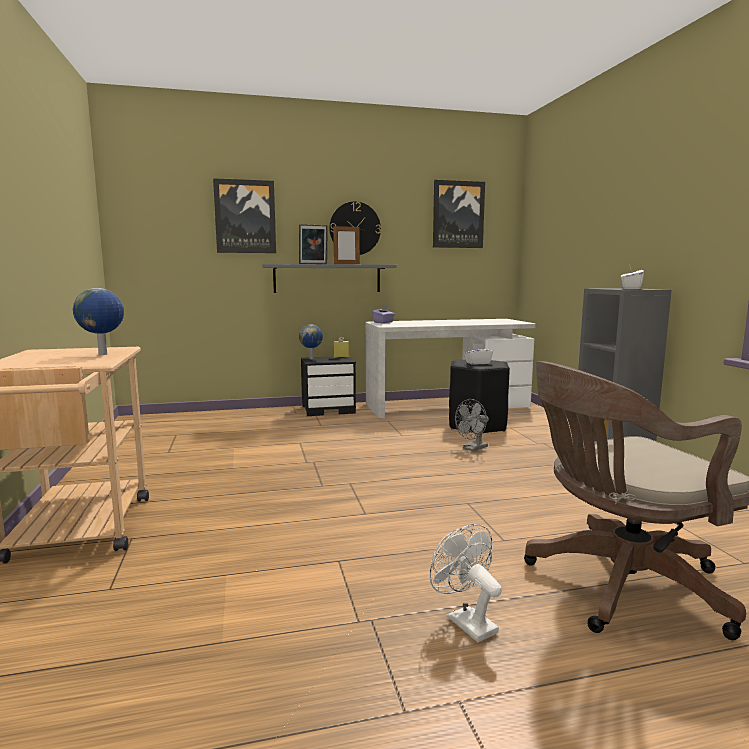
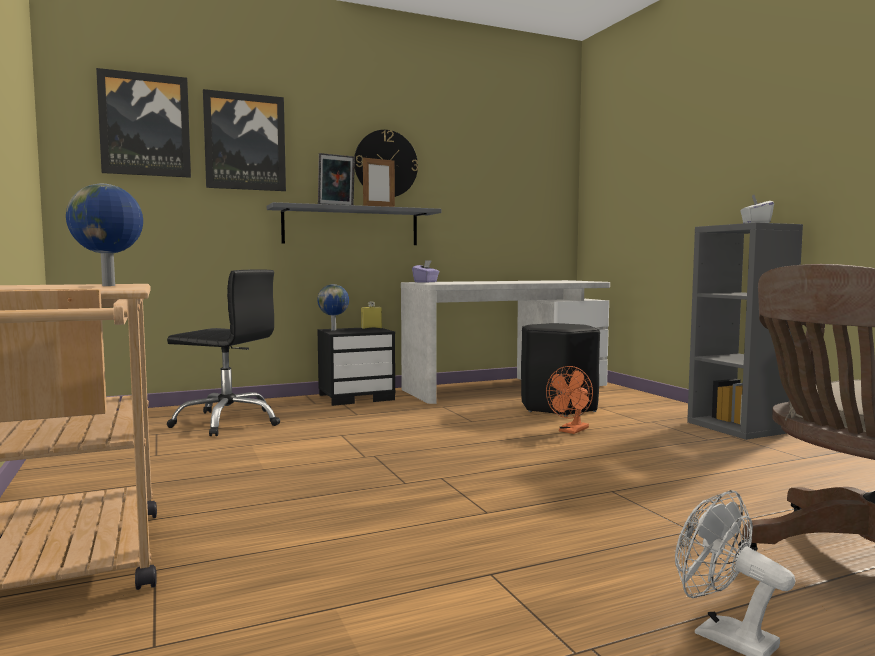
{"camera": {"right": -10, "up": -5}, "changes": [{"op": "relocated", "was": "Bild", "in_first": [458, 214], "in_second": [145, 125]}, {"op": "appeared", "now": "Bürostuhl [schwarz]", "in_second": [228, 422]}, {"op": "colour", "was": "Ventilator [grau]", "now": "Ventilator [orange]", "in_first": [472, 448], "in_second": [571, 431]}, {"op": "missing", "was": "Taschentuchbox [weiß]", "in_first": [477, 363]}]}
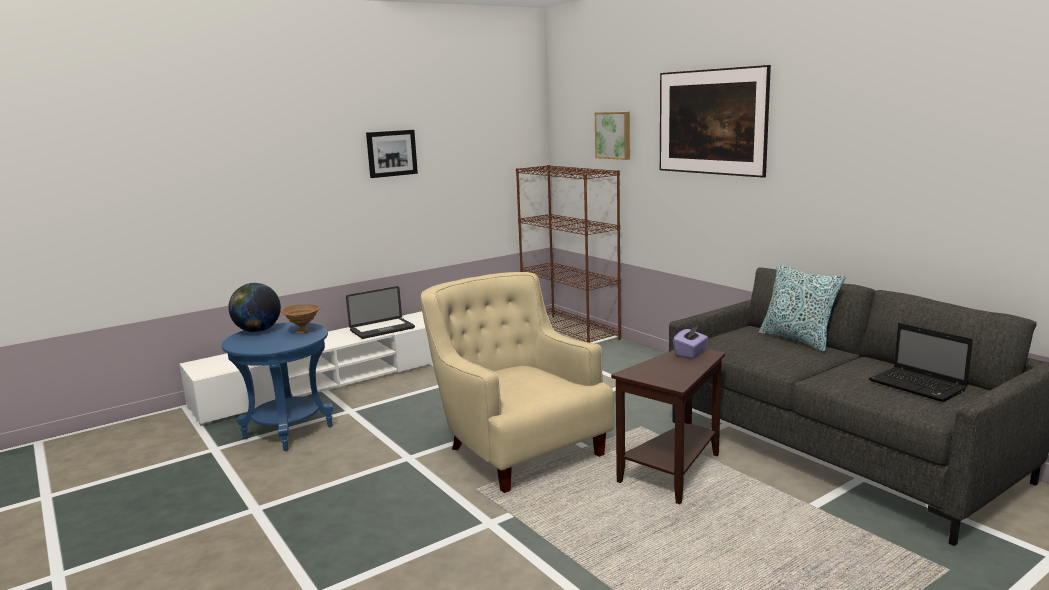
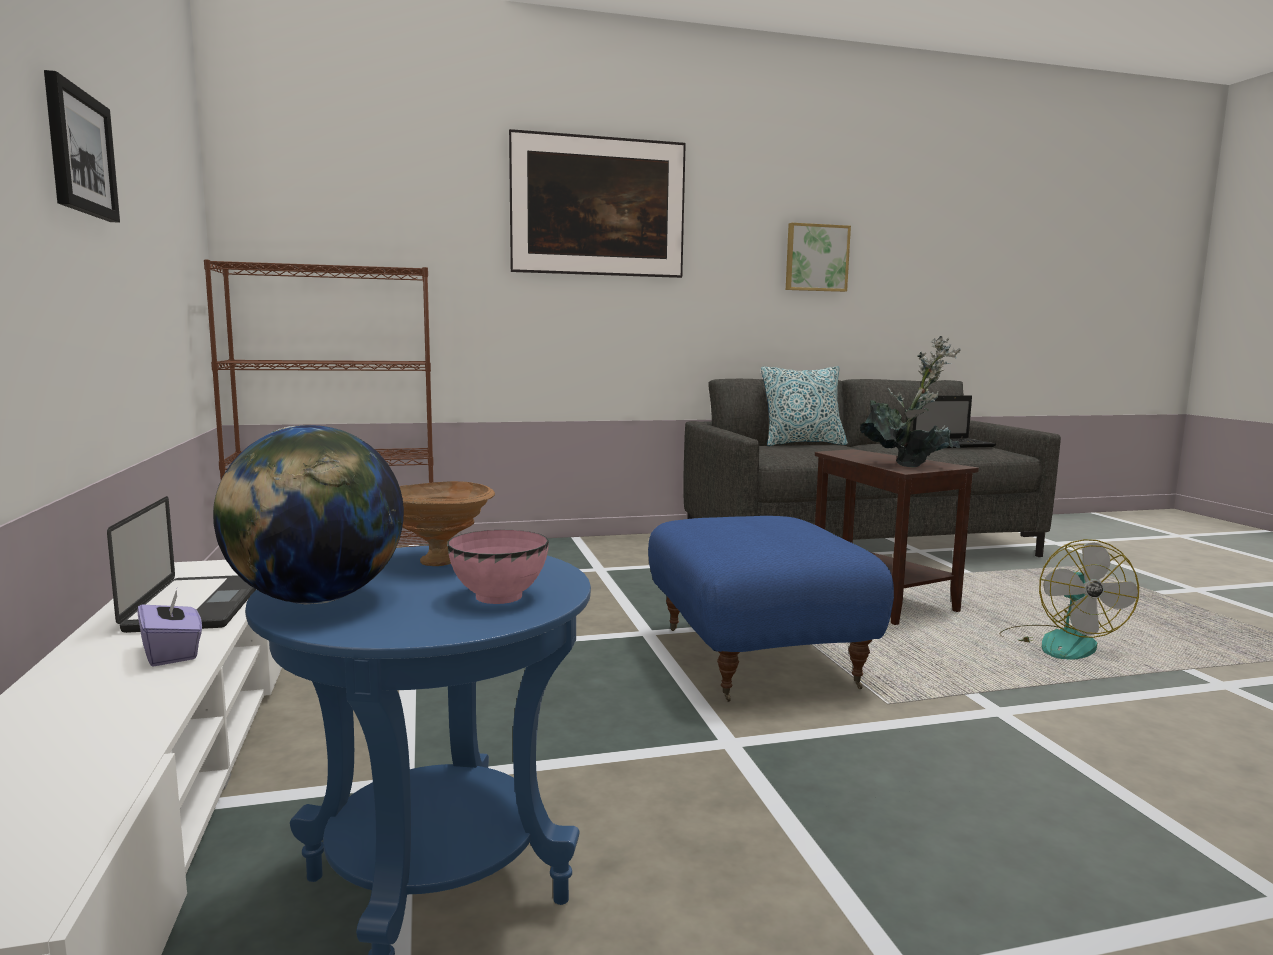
{"camera": {"right": -70, "up": -5}, "changes": [{"op": "relocated", "was": "Taschentuchbox [lila]", "in_first": [690, 353], "in_second": [172, 653]}, {"op": "appeared", "now": "Schüssel [rosa]", "in_second": [500, 596]}, {"op": "exchanged", "was": "Sessel [beige]", "now": "Polsterhocker [blau]", "in_first": [516, 447], "in_second": [753, 657]}, {"op": "relocated", "was": "Bild", "in_first": [614, 135], "in_second": [816, 258]}, {"op": "appeared", "now": "Topfpflanze", "in_second": [910, 465]}, {"op": "appeared", "now": "Ventilator", "in_second": [1059, 643]}]}
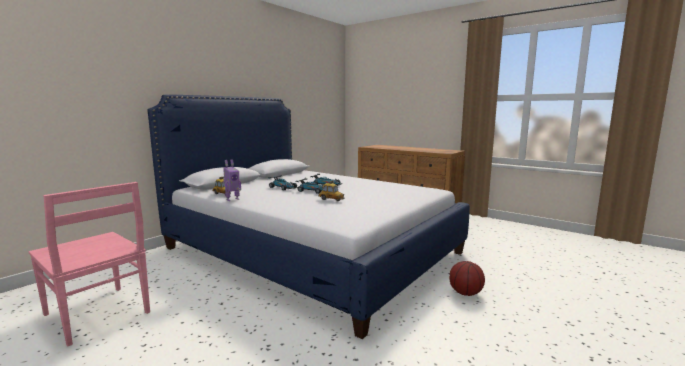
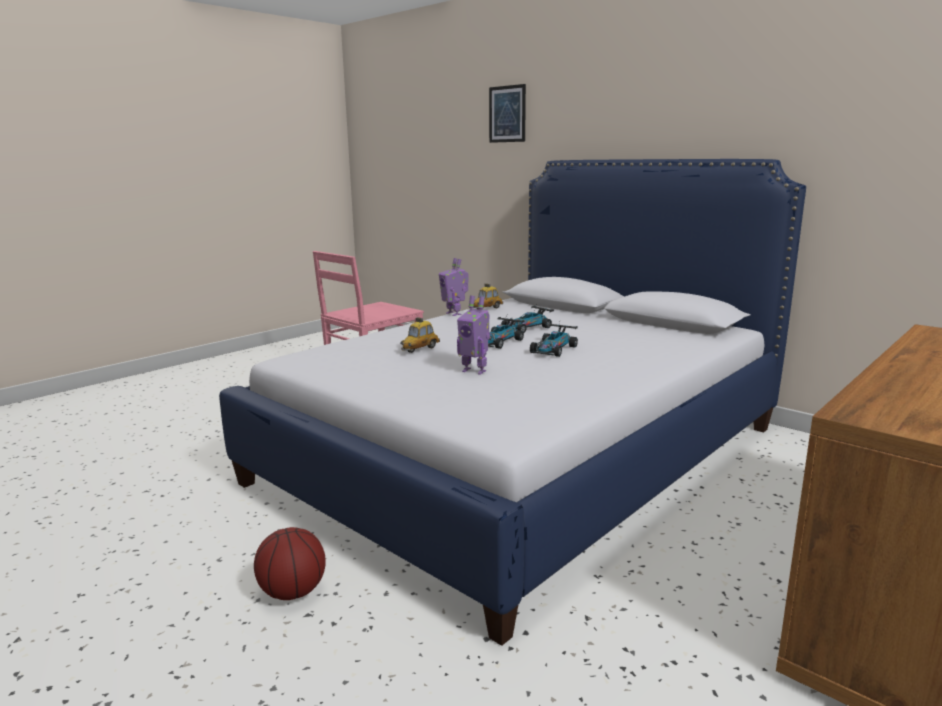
{"camera": {"right": 95, "up": 5}, "changes": [{"op": "appeared", "now": "Spielzeugroboter", "in_second": [475, 370]}, {"op": "appeared", "now": "Bild", "in_second": [507, 114]}]}
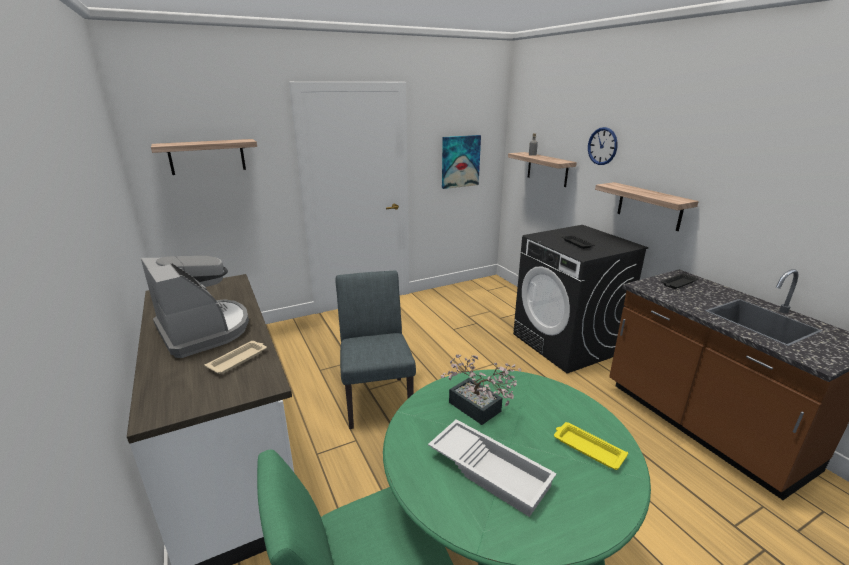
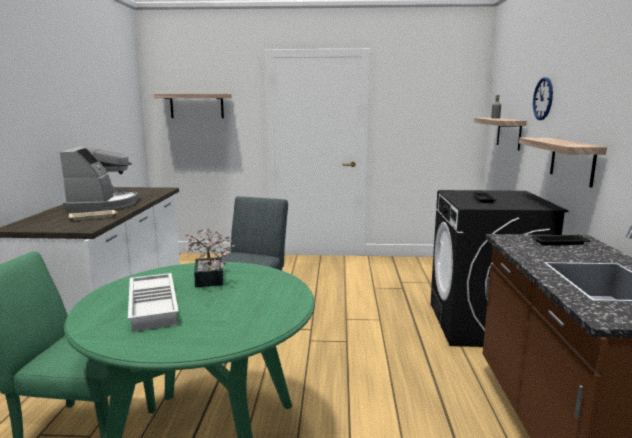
{"camera": {"right": 30, "up": -10}, "changes": [{"op": "missing", "was": "Bild", "in_first": [460, 161]}, {"op": "missing", "was": "Tablett [gelb]", "in_first": [587, 448]}]}
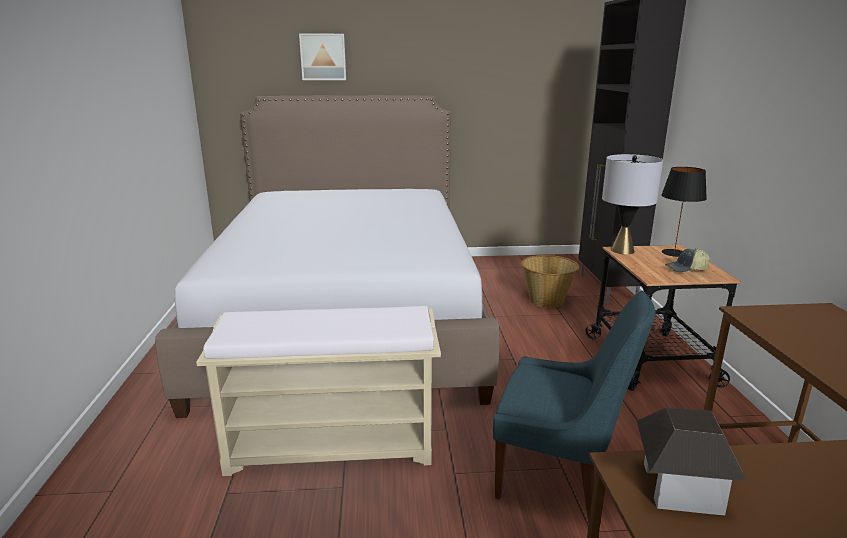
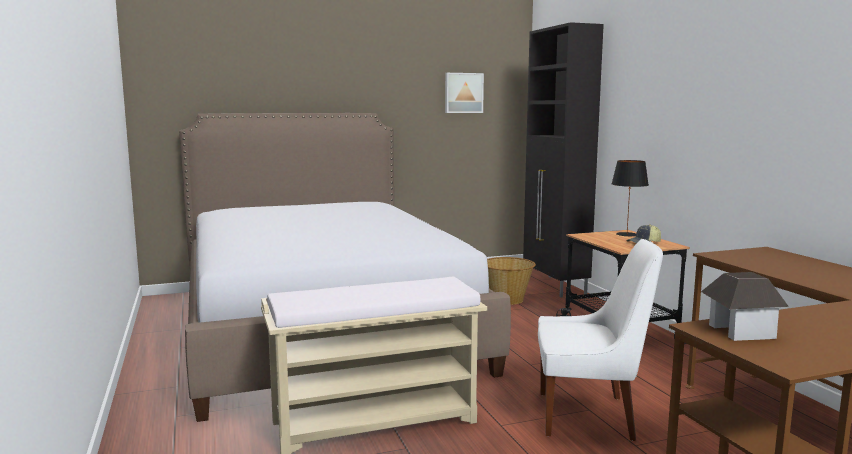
{"camera": {"right": -15, "up": -10}, "changes": [{"op": "relocated", "was": "Bild", "in_first": [323, 57], "in_second": [463, 93]}, {"op": "colour", "was": "Stuhl [blau]", "now": "Stuhl [weiß]", "in_first": [558, 477], "in_second": [589, 416]}, {"op": "missing", "was": "Tischlampe [grau]", "in_first": [622, 250]}]}
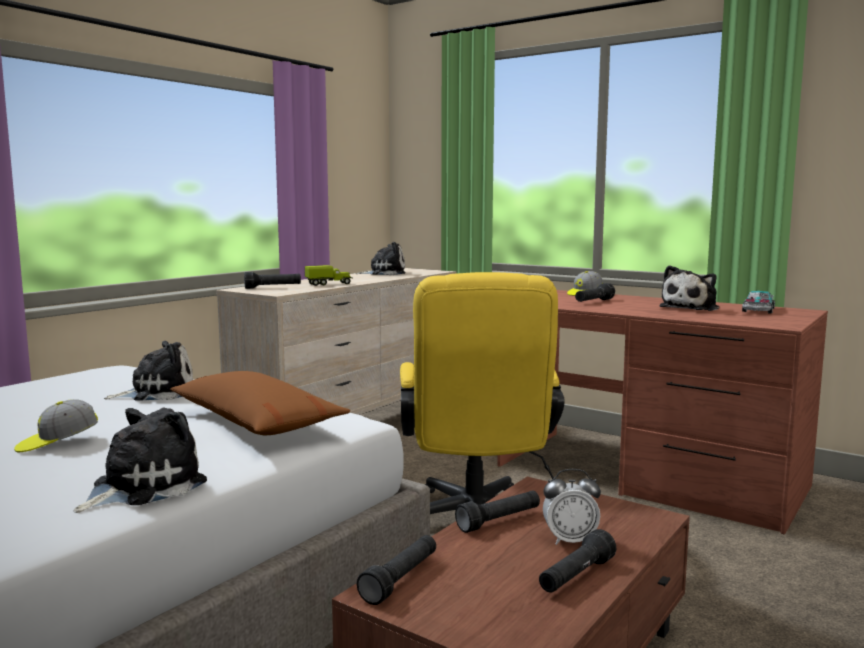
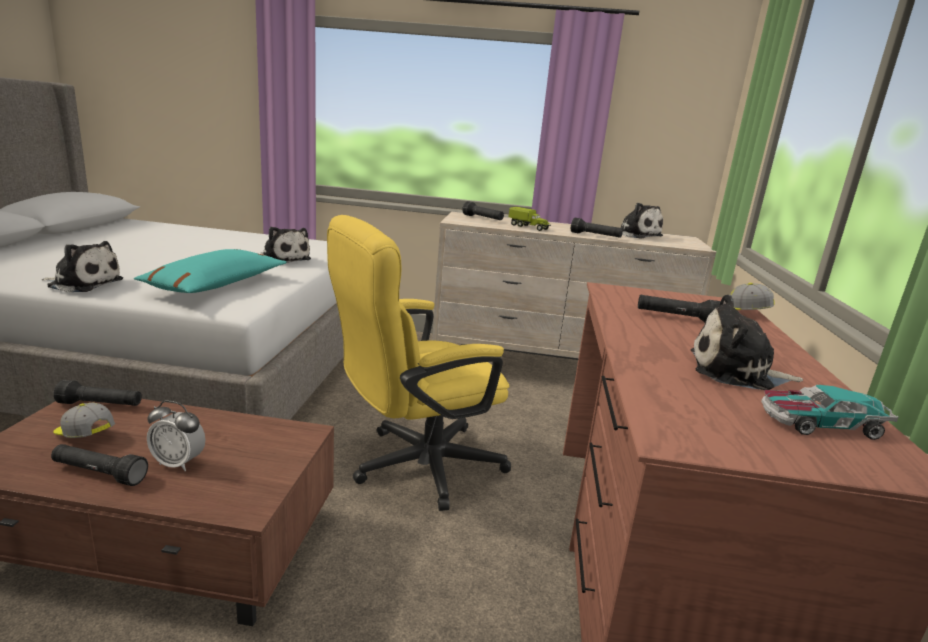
{"camera": {"right": 60, "up": 10}, "changes": [{"op": "relocated", "was": "Kappe", "in_first": [57, 443], "in_second": [84, 435]}, {"op": "colour", "was": "Kissen [braun]", "now": "Kissen [türkis]", "in_first": [255, 421], "in_second": [216, 285]}, {"op": "spun", "was": "Wecker", "in_first": [570, 540], "in_second": [178, 463], "clockwise": -45}, {"op": "relocated", "was": "Taschenlampe [schwarz]", "in_first": [499, 521], "in_second": [595, 236]}]}
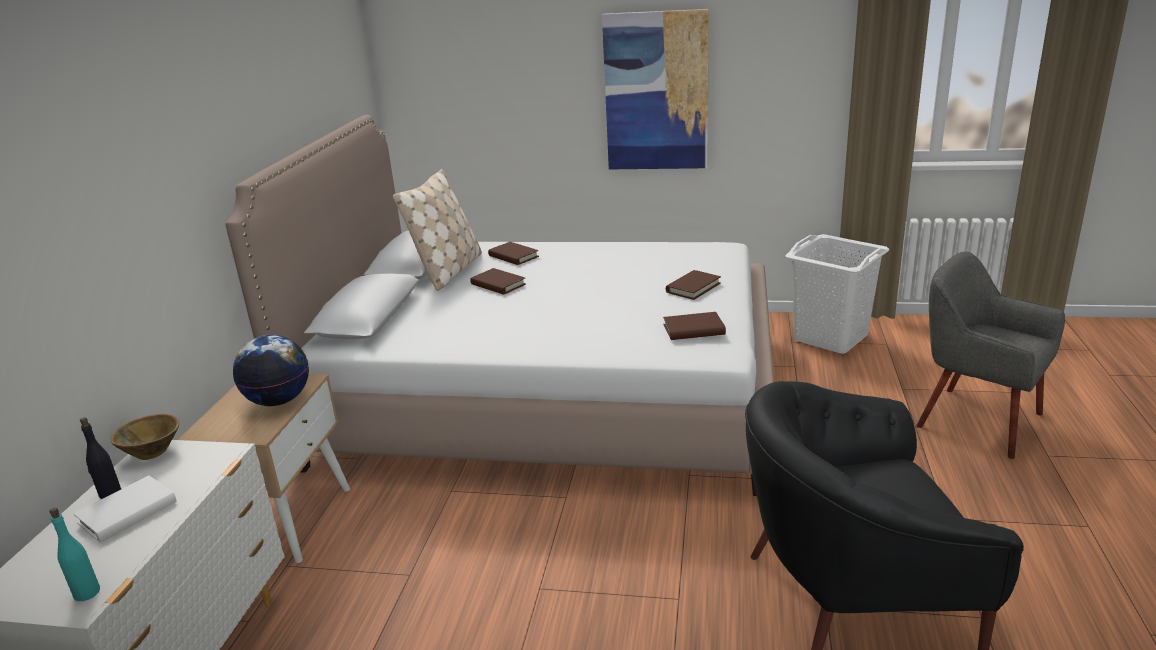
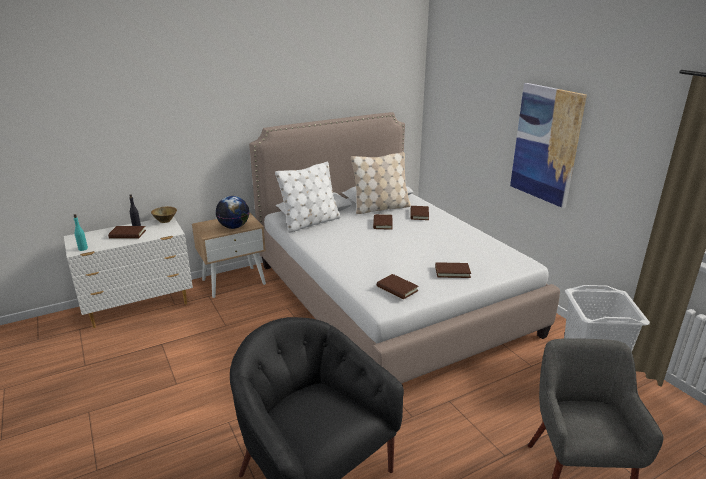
{"camera": {"right": 50, "up": 0}, "changes": [{"op": "colour", "was": "Buch [weiß]", "now": "Buch [braun]", "in_first": [128, 513], "in_second": [127, 234]}, {"op": "appeared", "now": "Kissen [weiß]", "in_second": [310, 223]}]}
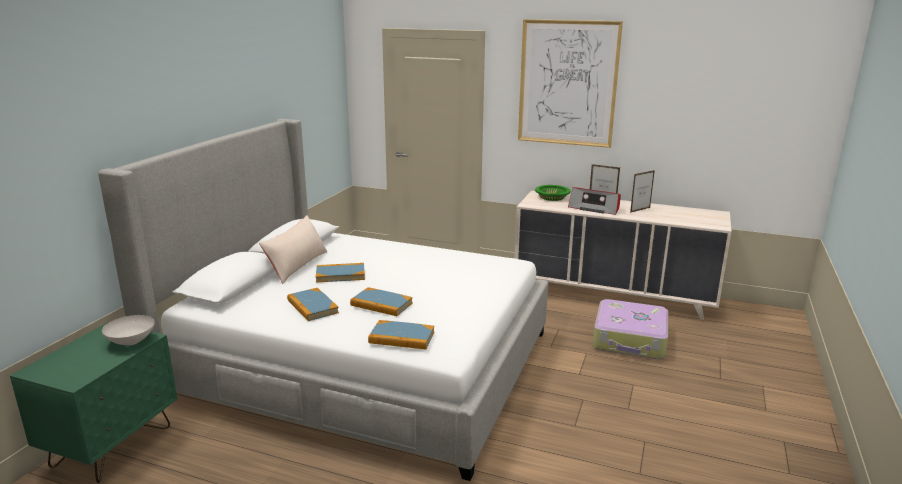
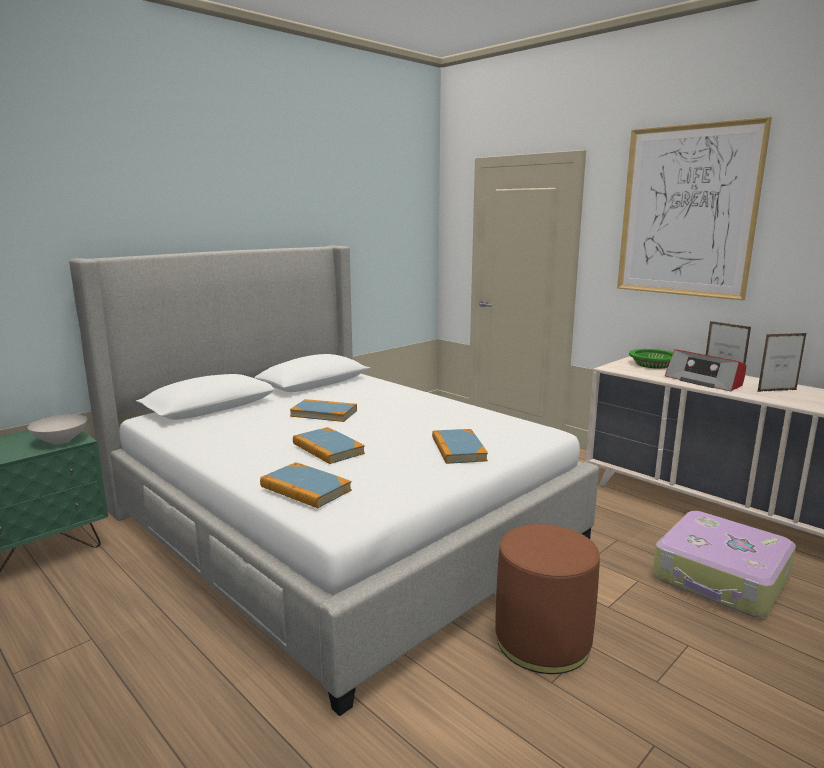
{"camera": {"right": 25, "up": -5}, "changes": [{"op": "relocated", "was": "Buch", "in_first": [312, 307], "in_second": [458, 449]}, {"op": "appeared", "now": "Polsterhocker [braun]", "in_second": [542, 641]}, {"op": "missing", "was": "Kissen [beige]", "in_first": [297, 265]}]}
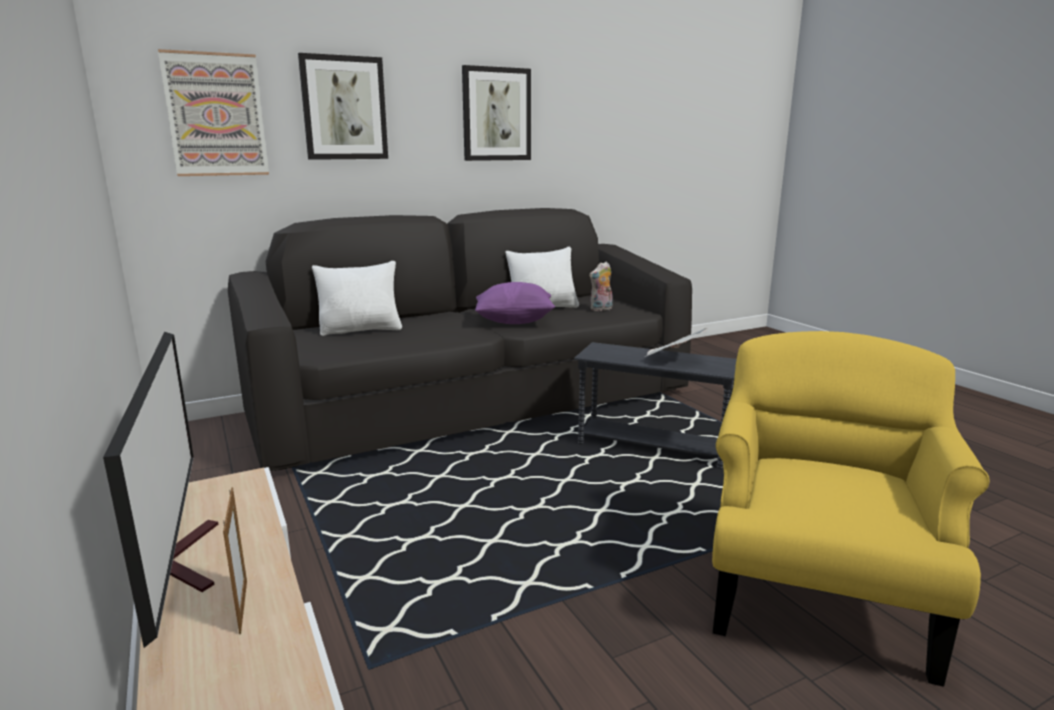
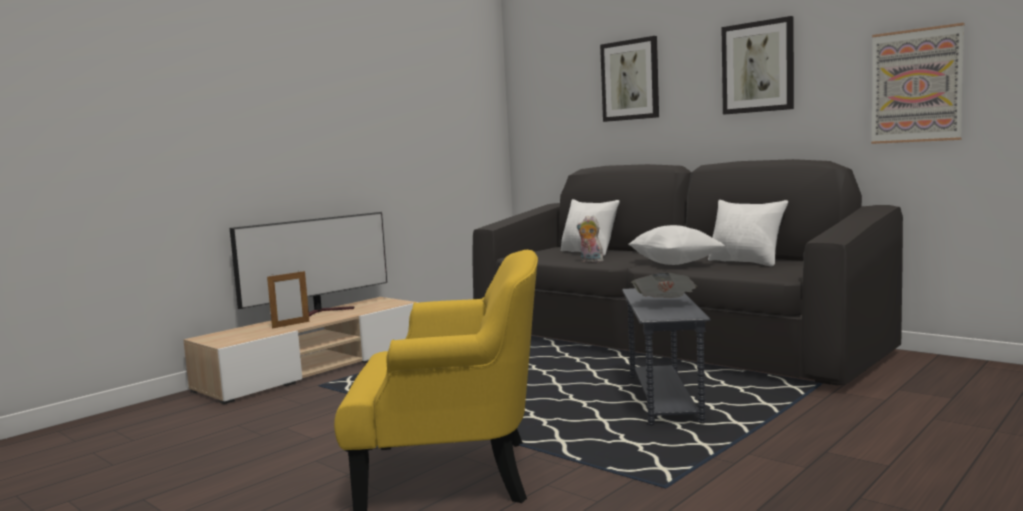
{"camera": {"right": 70, "up": -10}, "changes": [{"op": "relocated", "was": "Plüschtier", "in_first": [601, 309], "in_second": [590, 261]}, {"op": "colour", "was": "Kissen [lila]", "now": "Kissen [weiß]", "in_first": [514, 322], "in_second": [674, 263]}, {"op": "relocated", "was": "Bild", "in_first": [216, 115], "in_second": [916, 86]}]}
